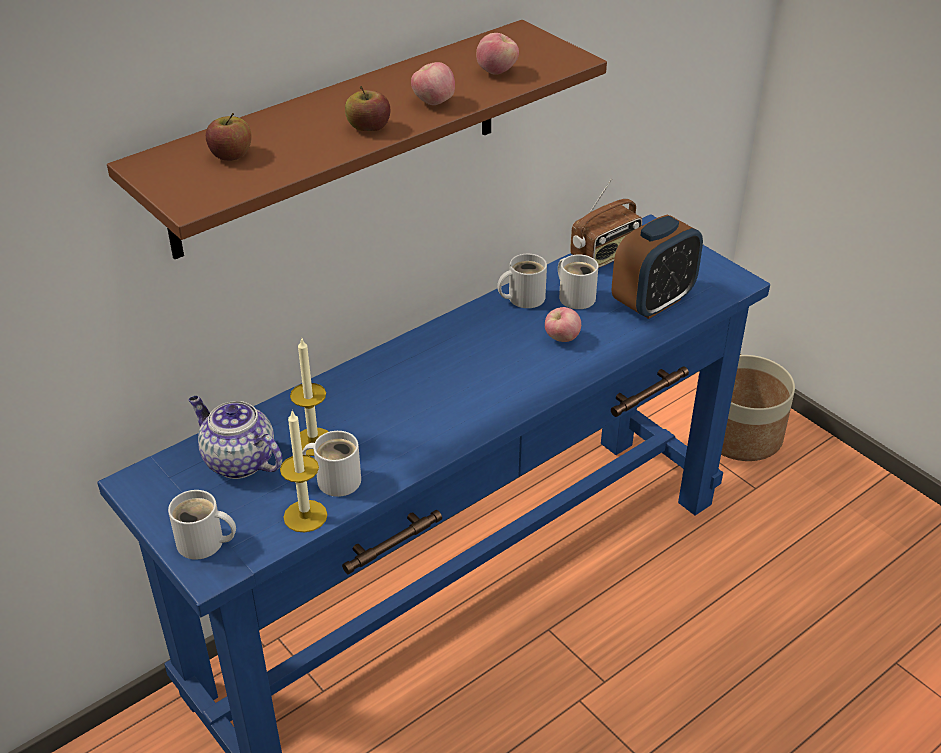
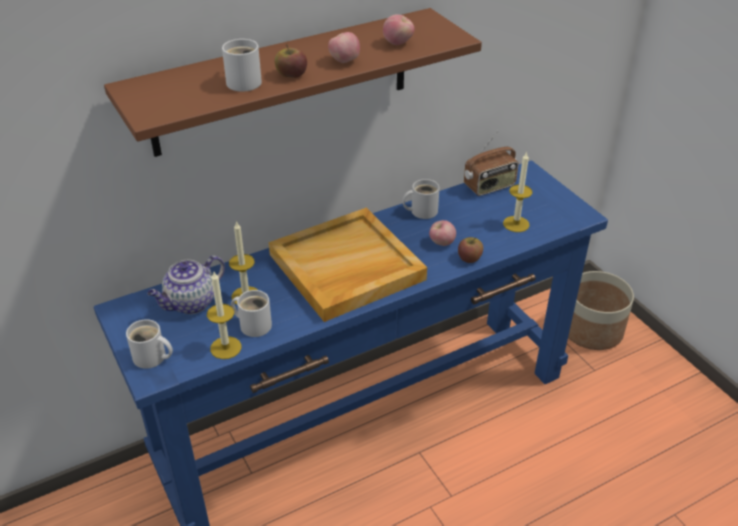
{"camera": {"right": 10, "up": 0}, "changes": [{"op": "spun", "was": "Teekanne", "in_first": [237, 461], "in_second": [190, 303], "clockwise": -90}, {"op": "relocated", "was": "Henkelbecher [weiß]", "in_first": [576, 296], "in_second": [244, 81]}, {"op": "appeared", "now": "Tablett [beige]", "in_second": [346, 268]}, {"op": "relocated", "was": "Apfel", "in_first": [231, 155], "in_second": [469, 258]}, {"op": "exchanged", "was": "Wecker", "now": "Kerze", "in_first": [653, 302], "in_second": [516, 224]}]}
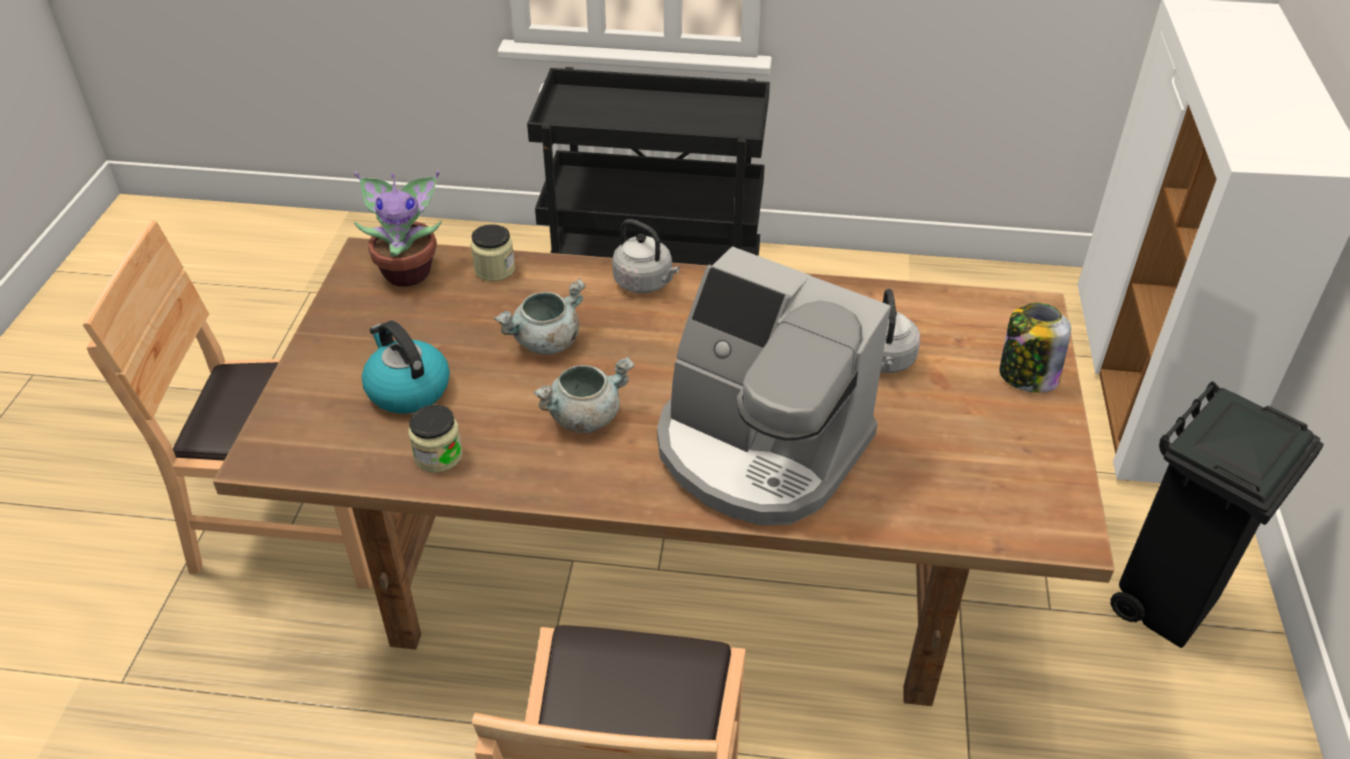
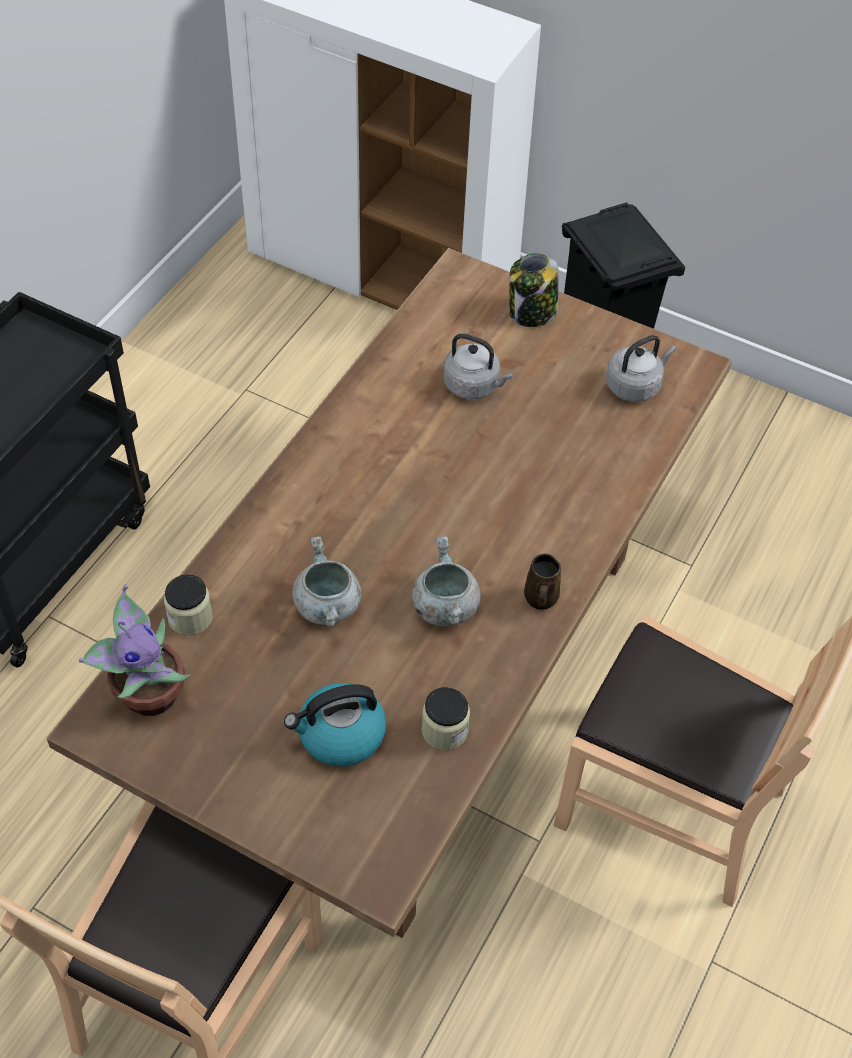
{"camera": {"right": -70, "up": 10}, "changes": [{"op": "appeared", "now": "Henkelbecher [braun]", "in_second": [540, 599]}, {"op": "relocated", "was": "Wasserkessel [grau]", "in_first": [645, 283], "in_second": [635, 386]}, {"op": "missing", "was": "Kaffeemaschine", "in_first": [759, 449]}]}
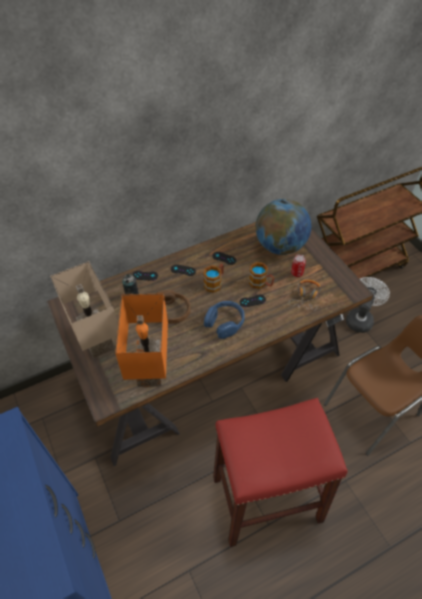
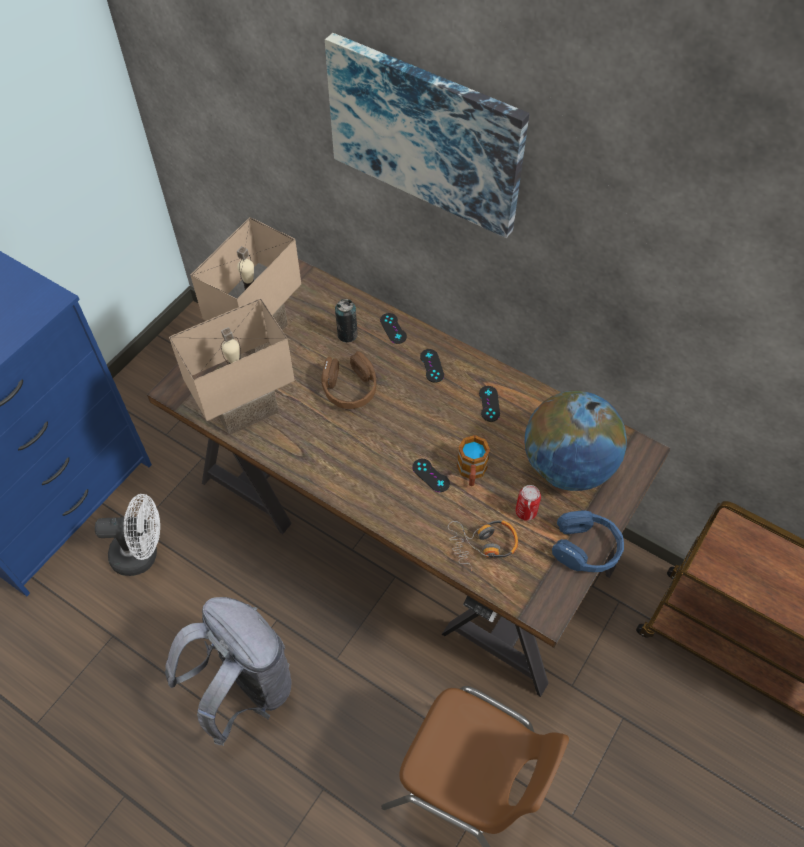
{"camera": {"right": 60, "up": 5}, "changes": [{"op": "relocated", "was": "Ventilator [weiß]", "in_first": [360, 318], "in_second": [142, 554]}, {"op": "exchanged", "was": "Hocker [rot]", "now": "Rucksack [grau]", "in_first": [266, 499], "in_second": [244, 687]}, {"op": "colour", "was": "Tischlampe [orange]", "now": "Tischlampe [beige]", "in_first": [152, 370], "in_second": [247, 414]}, {"op": "appeared", "now": "Bild", "in_second": [426, 133]}, {"op": "relocated", "was": "Kopfhörer [blau]", "in_first": [225, 323], "in_second": [586, 548]}, {"op": "missing", "was": "Henkelbecher", "in_first": [215, 283]}]}
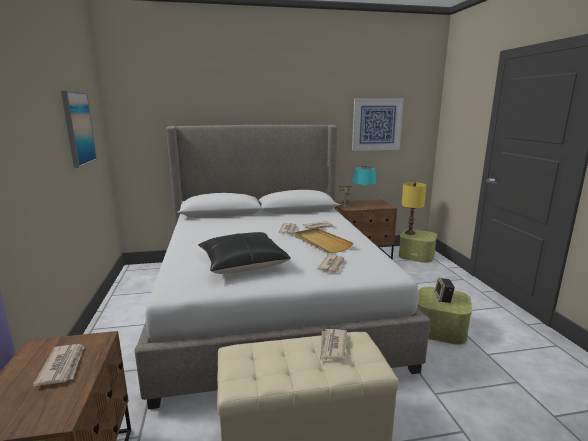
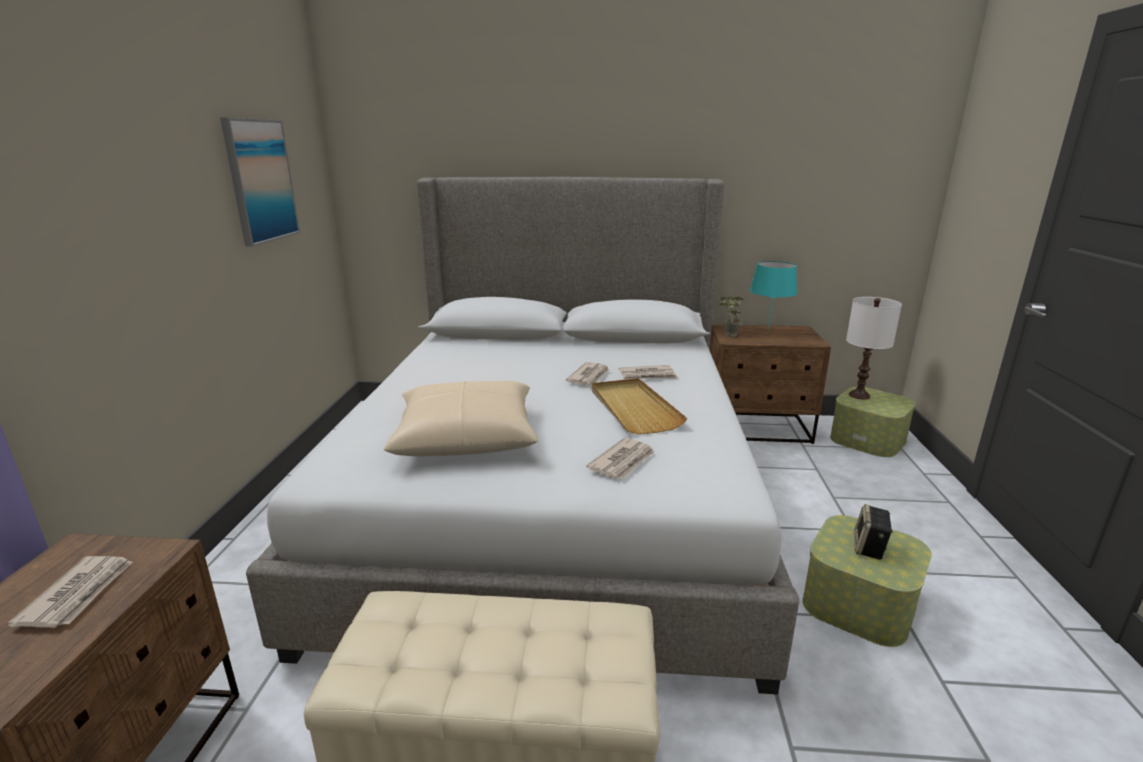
{"camera": {"right": 15, "up": 5}, "changes": [{"op": "colour", "was": "Kissen [schwarz]", "now": "Kissen [beige]", "in_first": [242, 263], "in_second": [466, 437]}, {"op": "colour", "was": "Tischlampe [gelb]", "now": "Tischlampe [weiß]", "in_first": [410, 233], "in_second": [858, 395]}, {"op": "missing", "was": "Zeitung", "in_first": [332, 347]}, {"op": "missing", "was": "Bild", "in_first": [377, 124]}]}
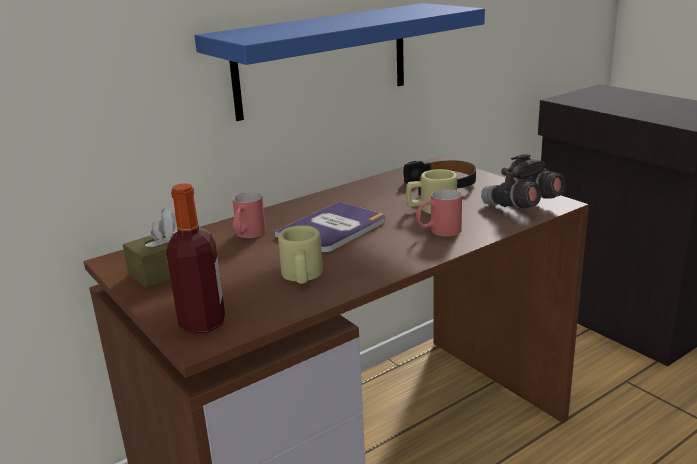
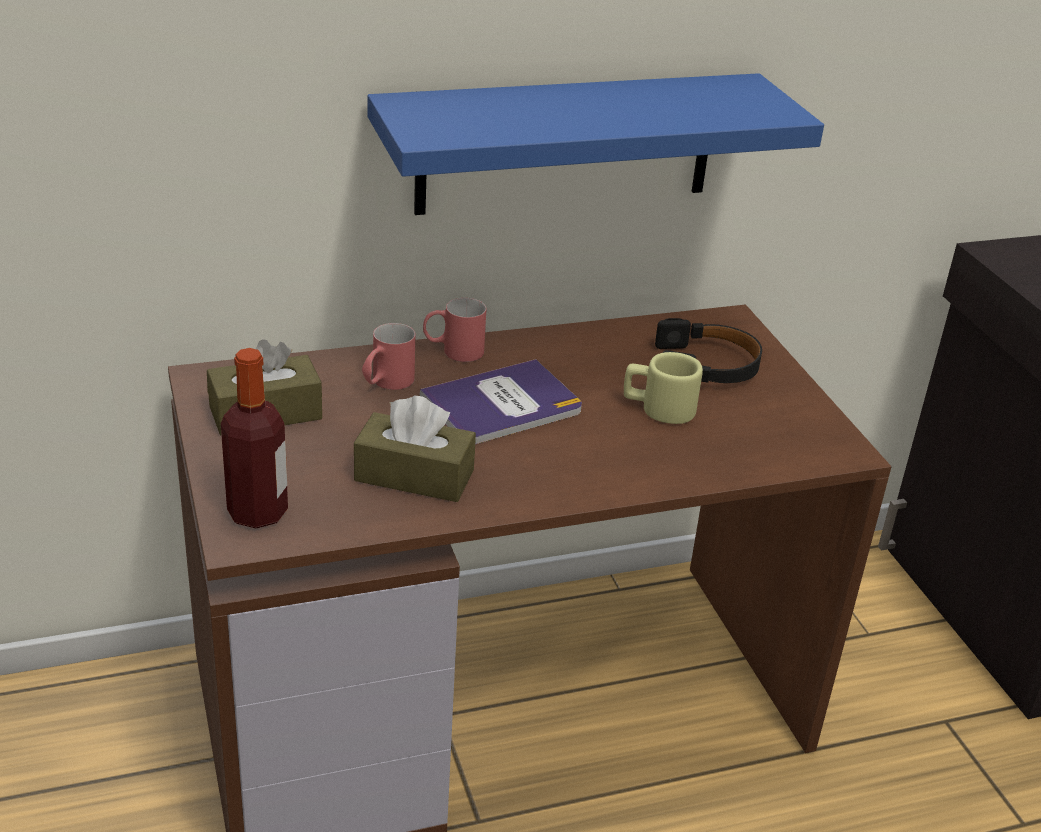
{"camera": {"right": 15, "up": 10}, "changes": [{"op": "exchanged", "was": "Henkelbecher [beige]", "now": "Taschentuchbox [braun]", "in_first": [302, 276], "in_second": [414, 475]}, {"op": "relocated", "was": "Henkelbecher [rot]", "in_first": [438, 232], "in_second": [453, 351]}, {"op": "missing", "was": "Fernglas [grau]", "in_first": [521, 206]}]}
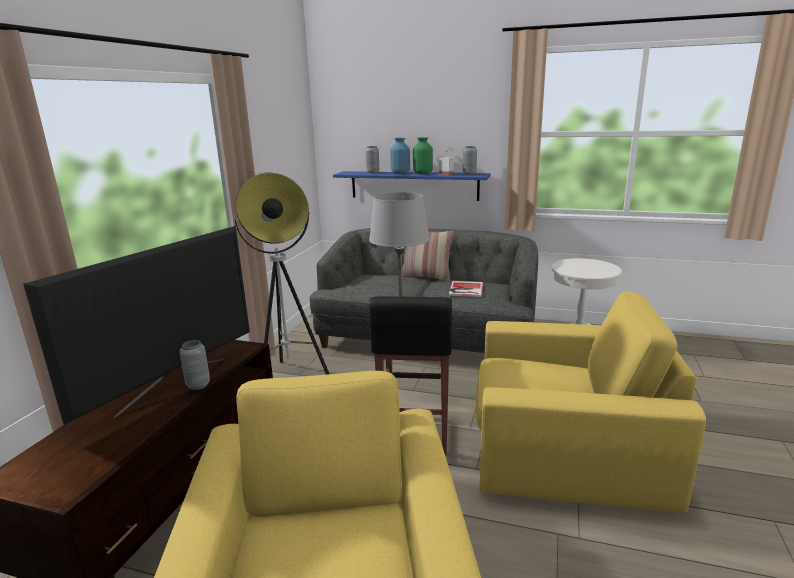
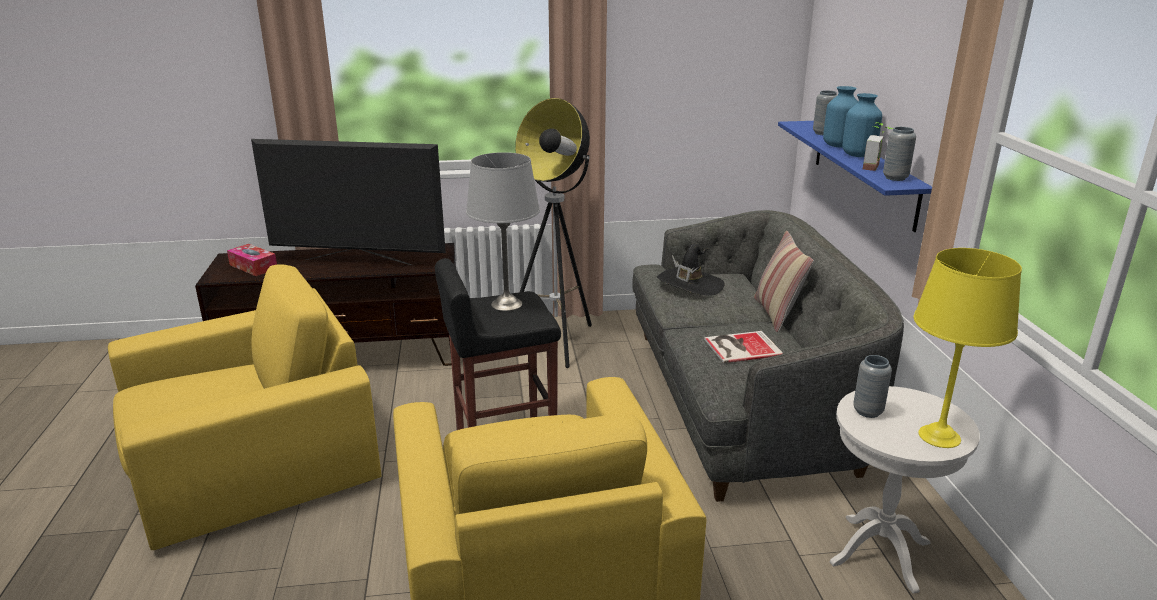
{"camera": {"right": 65, "up": 5}, "changes": [{"op": "appeared", "now": "Taschentuchbox", "in_second": [253, 266]}, {"op": "appeared", "now": "Hut [schwarz]", "in_second": [690, 284]}, {"op": "colour", "was": "Vase [grün]", "now": "Vase [blau]", "in_first": [423, 173], "in_second": [859, 155]}, {"op": "relocated", "was": "Vase [grau]", "in_first": [198, 385], "in_second": [867, 411]}, {"op": "appeared", "now": "Tischlampe [gelb]", "in_second": [939, 437]}]}
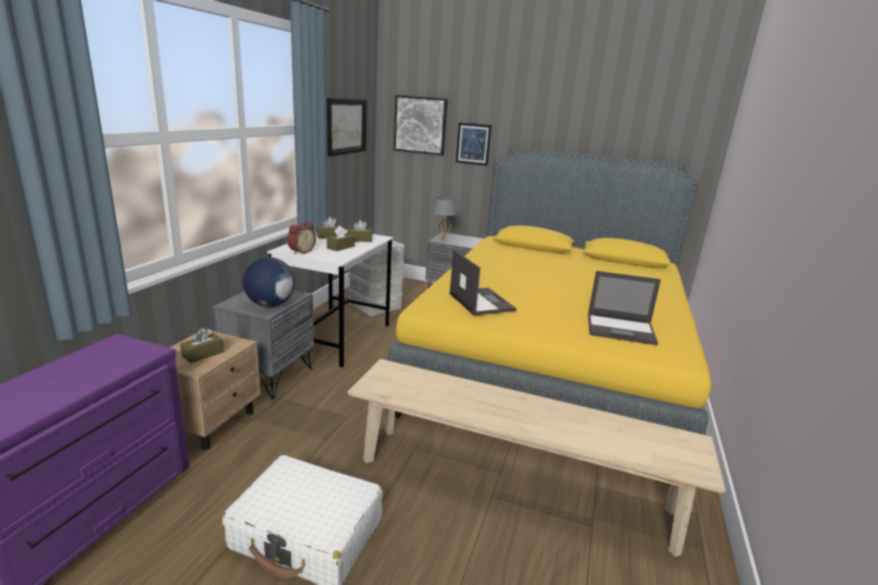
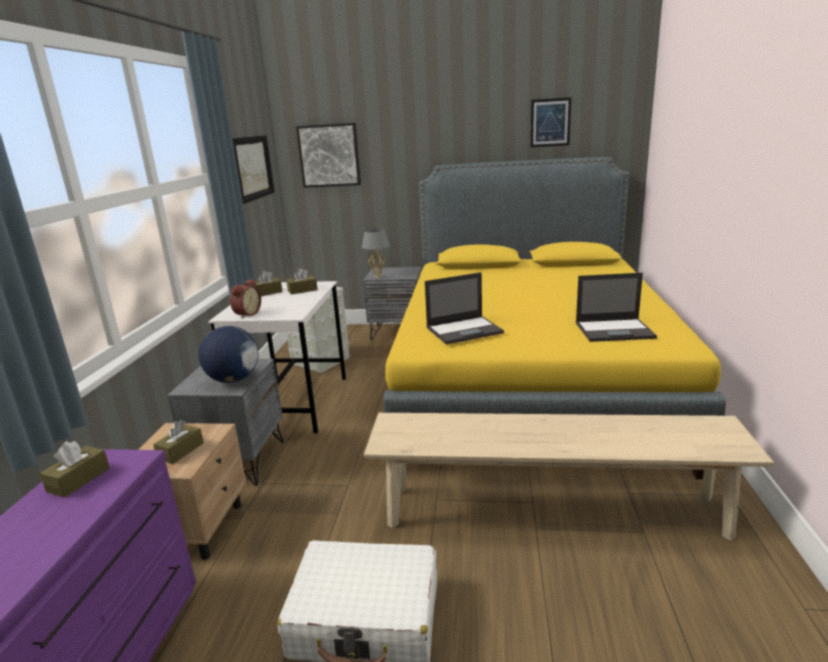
{"camera": {"right": -10, "up": 0}, "changes": [{"op": "relocated", "was": "Taschentuchbox [braun]", "in_first": [340, 247], "in_second": [78, 480]}, {"op": "spun", "was": "Laptop", "in_first": [480, 301], "in_second": [465, 330], "clockwise": 105}, {"op": "relocated", "was": "Bild", "in_first": [473, 144], "in_second": [550, 122]}]}
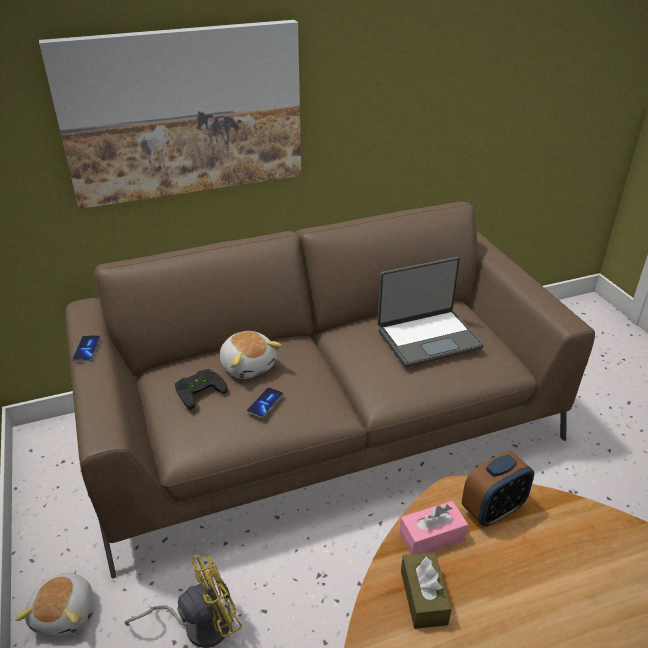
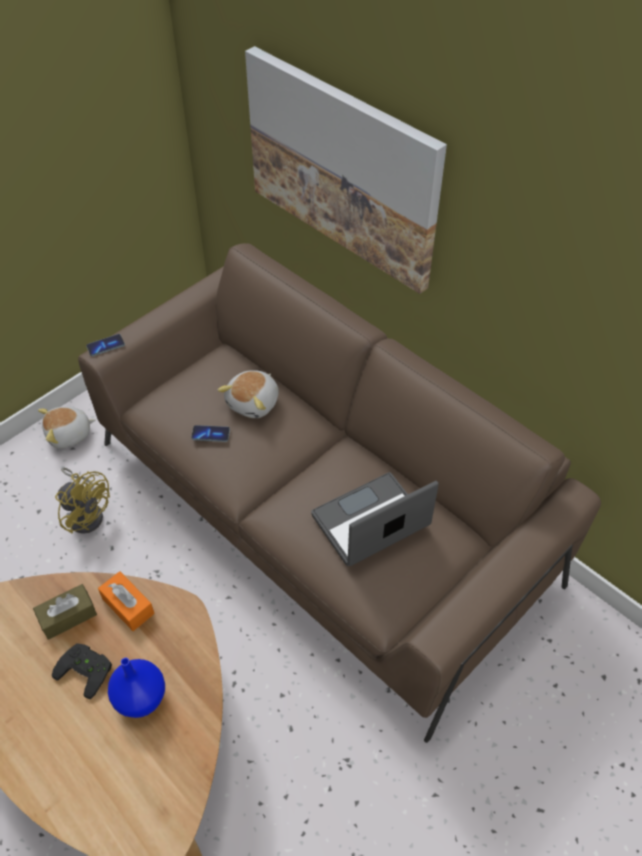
{"camera": {"right": 65, "up": 15}, "changes": [{"op": "relocated", "was": "Gamepad [schwarz]", "in_first": [199, 389], "in_second": [87, 668]}, {"op": "relocated", "was": "Handy", "in_first": [87, 349], "in_second": [105, 346]}, {"op": "colour", "was": "Taschentuchbox [rosa]", "now": "Taschentuchbox [orange]", "in_first": [432, 536], "in_second": [128, 606]}, {"op": "appeared", "now": "Vase [blau]", "in_second": [140, 697]}, {"op": "spun", "was": "Laptop", "in_first": [428, 338], "in_second": [371, 522], "clockwise": 105}, {"op": "missing", "was": "Wecker", "in_first": [493, 510]}]}
